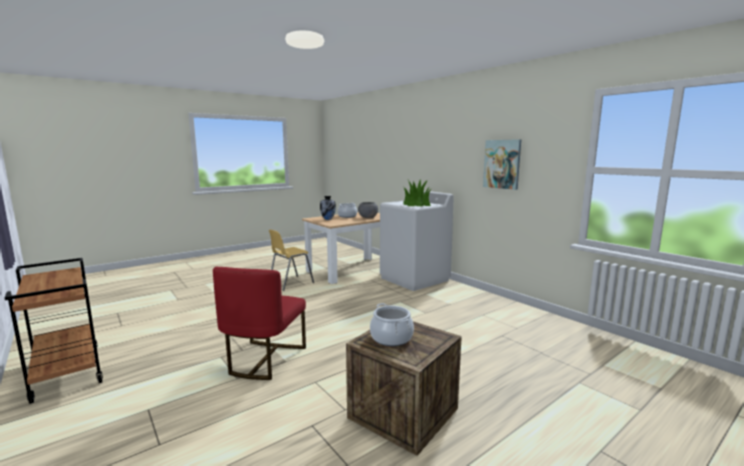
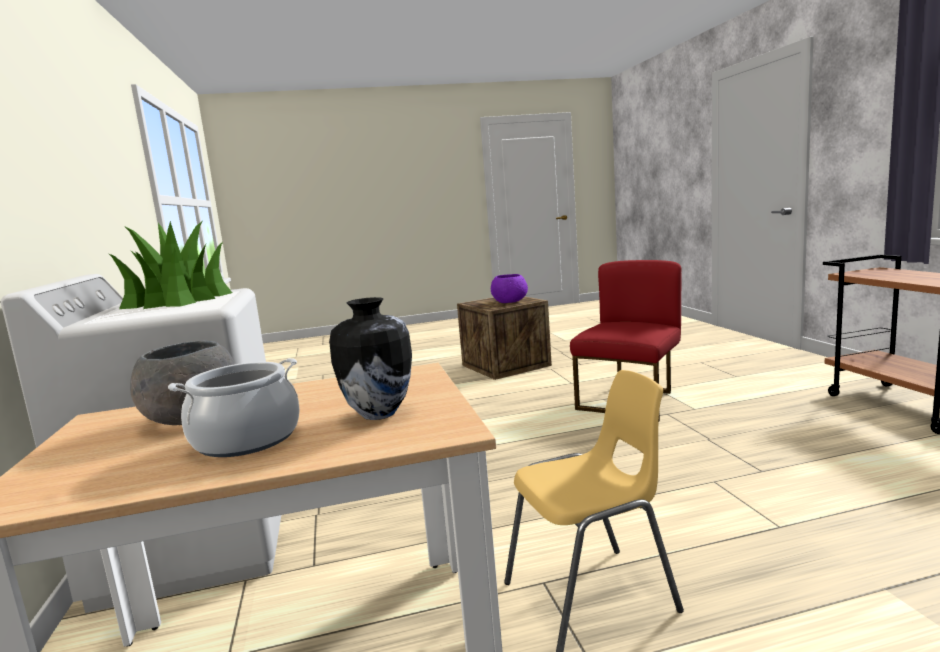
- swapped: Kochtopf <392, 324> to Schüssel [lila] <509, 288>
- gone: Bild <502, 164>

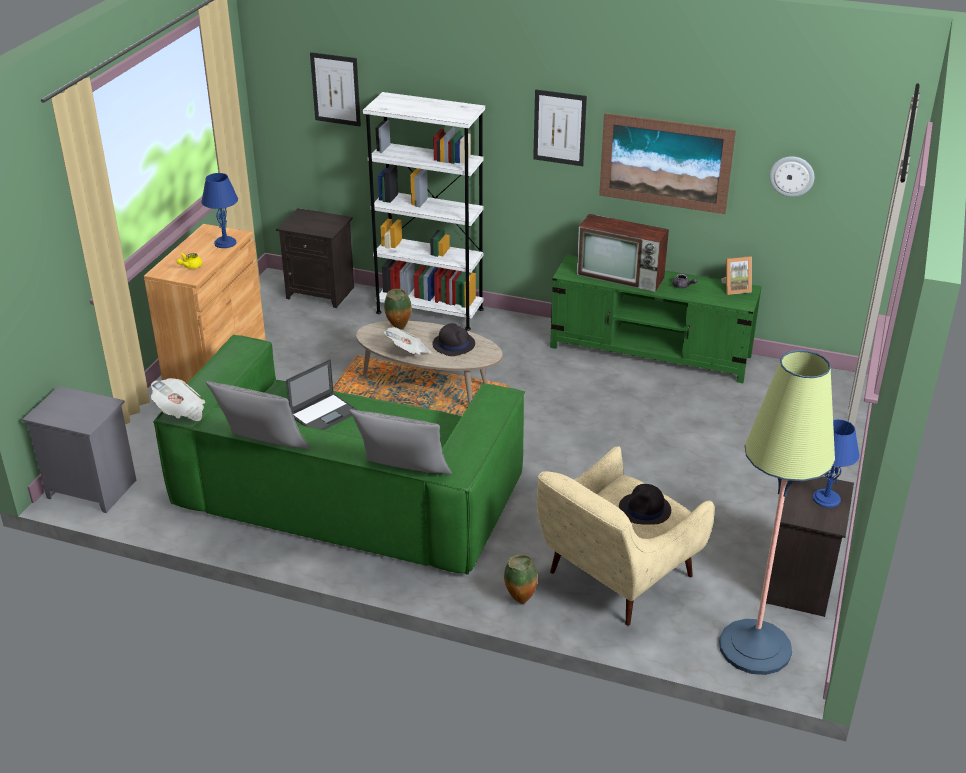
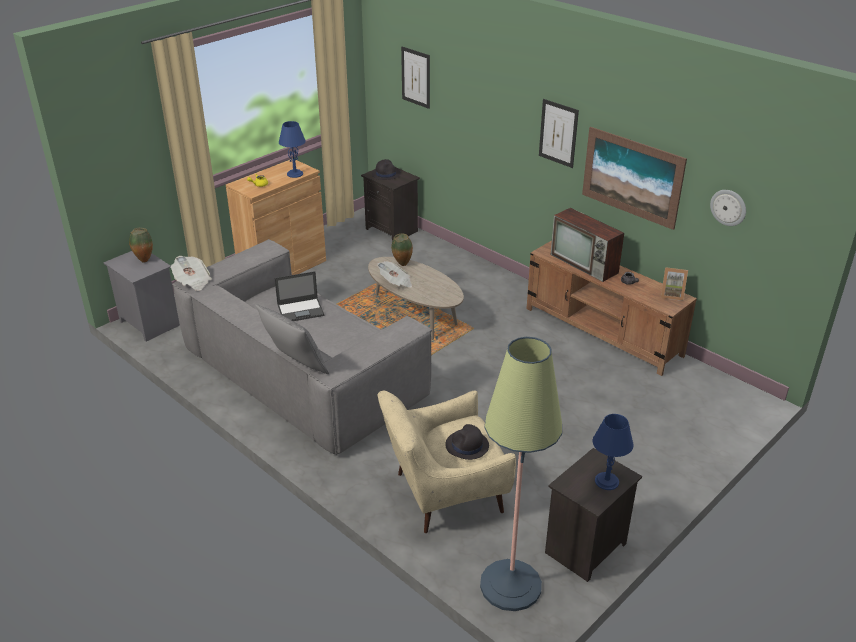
- shifted: Vase <520, 579> to <141, 245>
- repainted: Sofa [grün] <339, 454> to Sofa [grau] <302, 347>
- shifted: Hut [schwarz] <453, 339> to <386, 169>
- repainted: Fernsehschrank [grün] <656, 319> to Fernsehschrank [braun] <611, 308>
- gone: Kissen [grau] <258, 415>
- gone: Bücherregal [weiß] <424, 211>

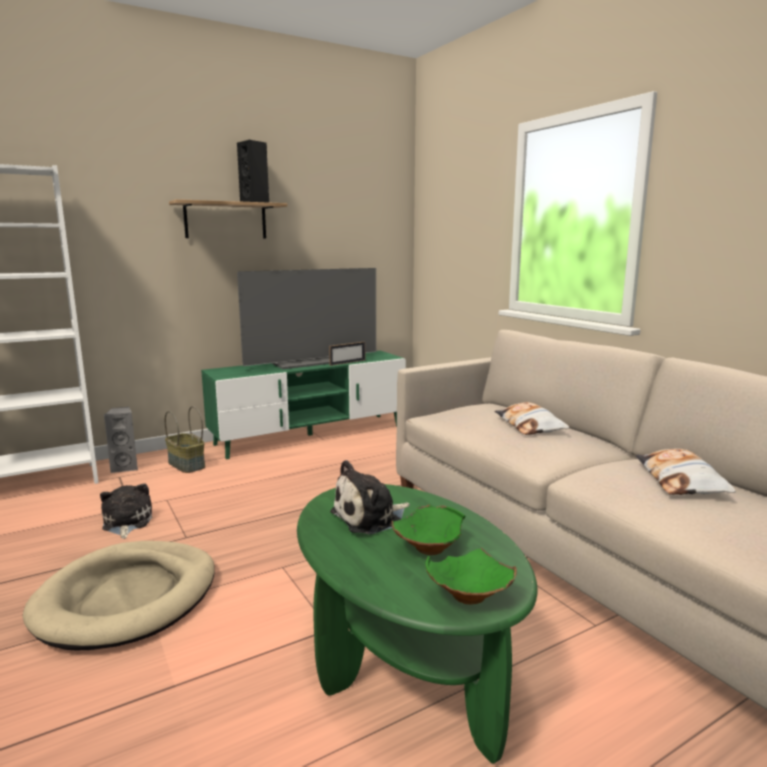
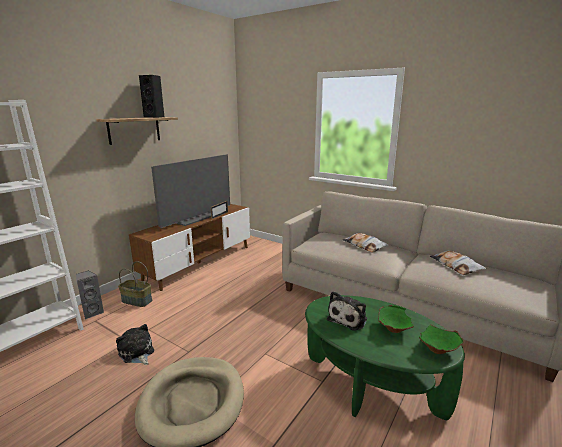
- repainted: Fernsehschrank [grün] <303, 405> to Fernsehschrank [braun] <189, 247>

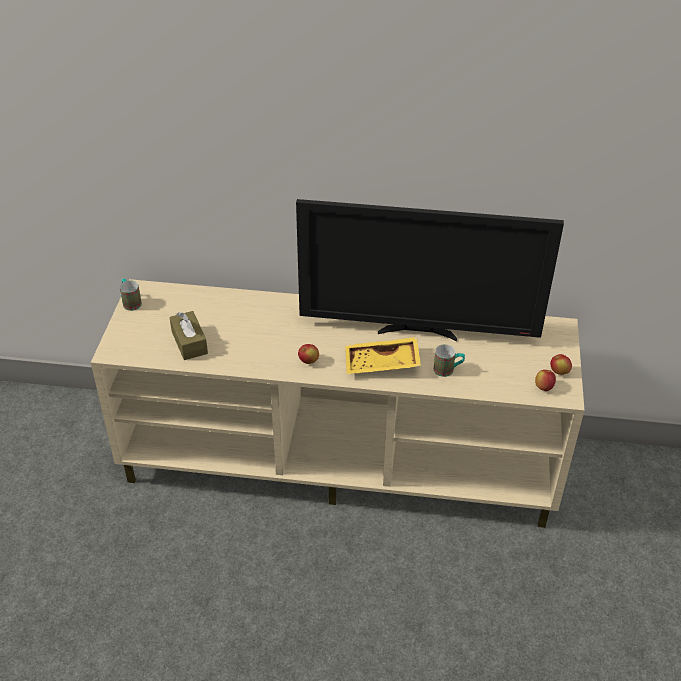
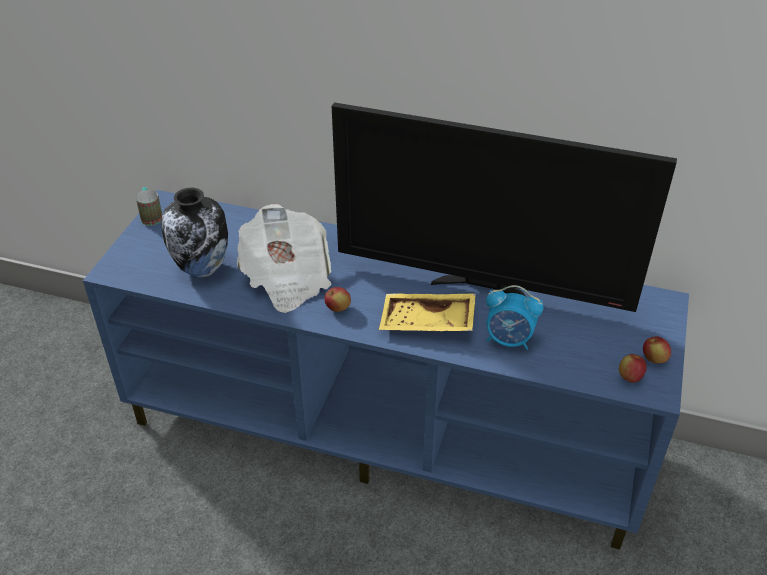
- repainted: Fernsehschrank [beige] <337, 403> to Fernsehschrank [blau] <386, 370>
- swapped: Taschentuchbox [braun] <188, 335> to Vase <194, 233>
- new: Zeitung <284, 258>
- swapped: Henkelbecher <449, 360> to Wecker <514, 317>

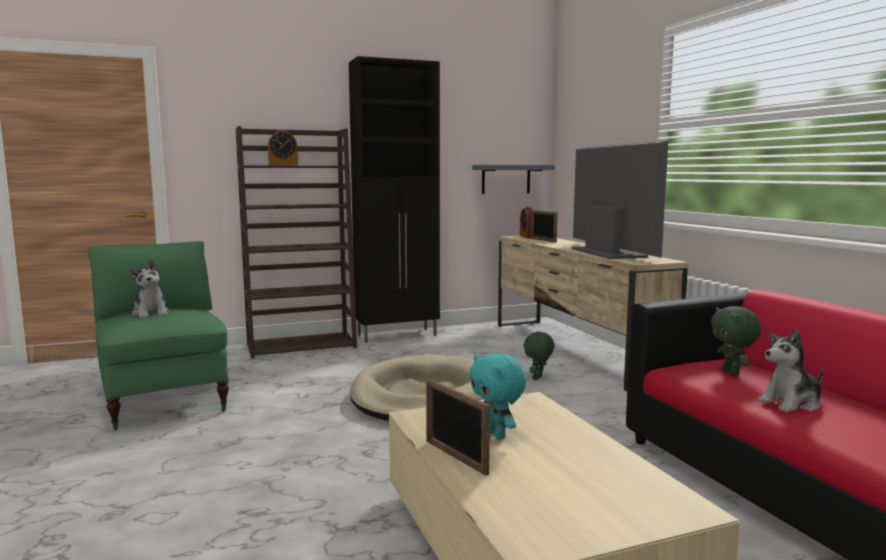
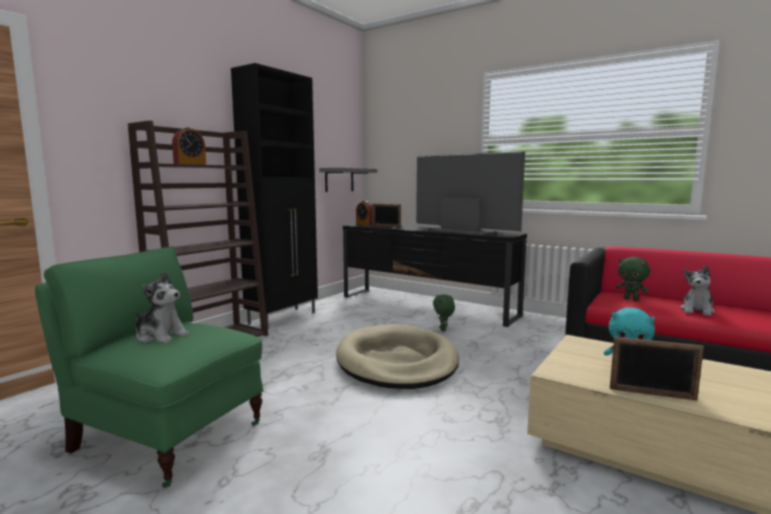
- repainted: Fernsehschrank [beige] <593, 313> to Fernsehschrank [schwarz] <435, 275>

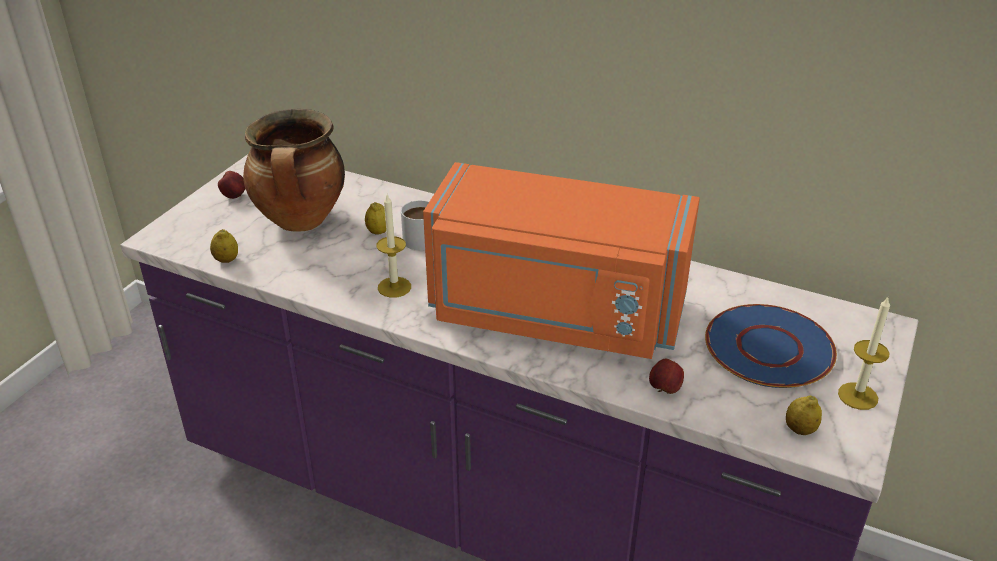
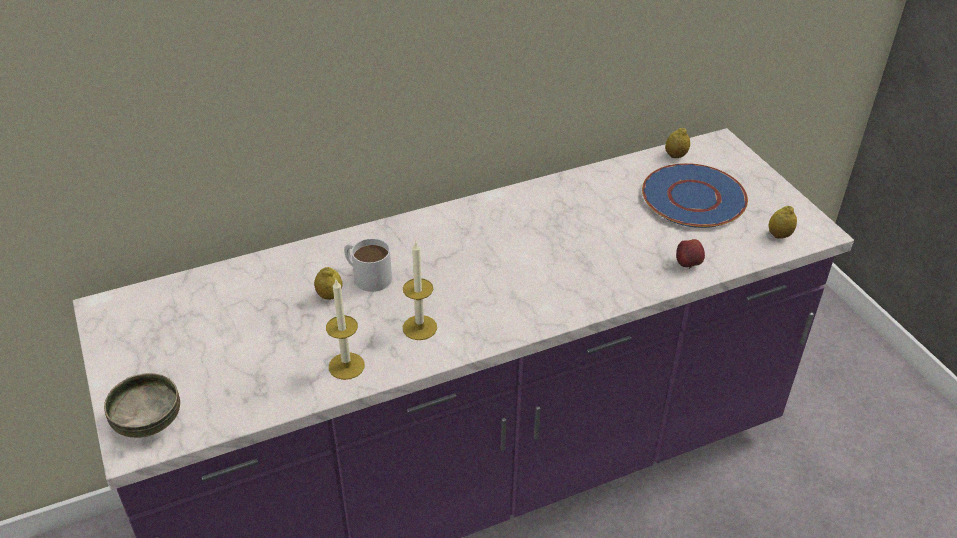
- new: Schüssel <142, 405>
- shifted: Kerze <864, 353> to <345, 330>
- shifted: Zitrone <224, 246> to <677, 143>
- gone: Apfel <231, 185>
- gone: Kochtopf <294, 170>
- gone: Mikrowelle [orange] <561, 260>

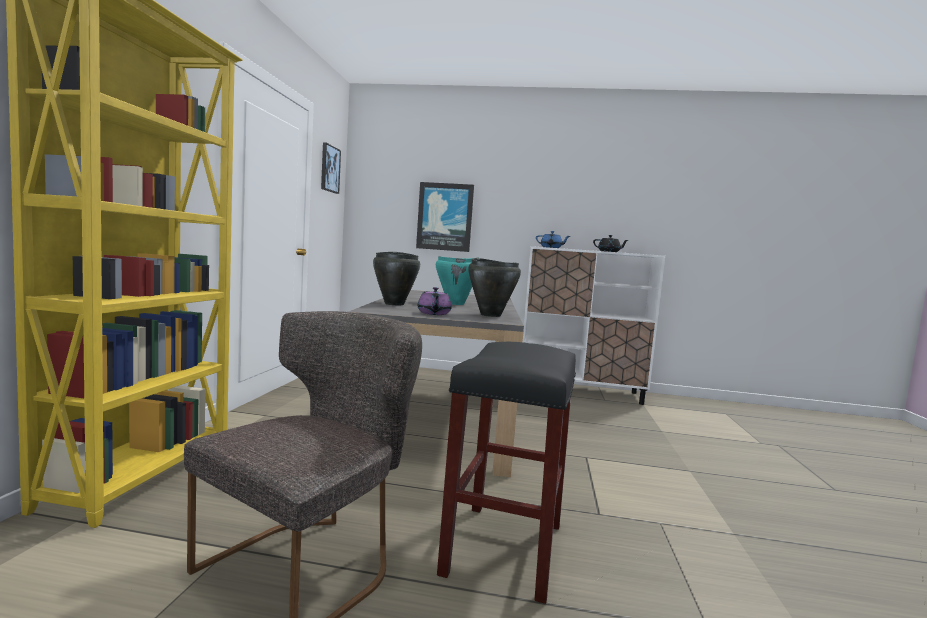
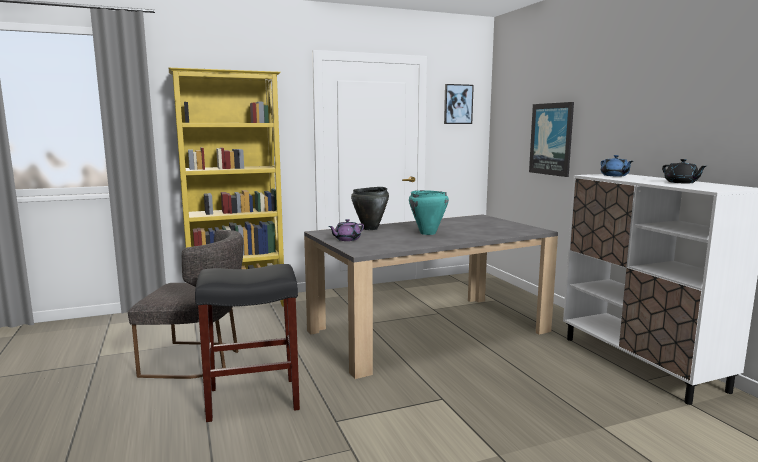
- gone: Kochtopf [schwarz] <494, 287>

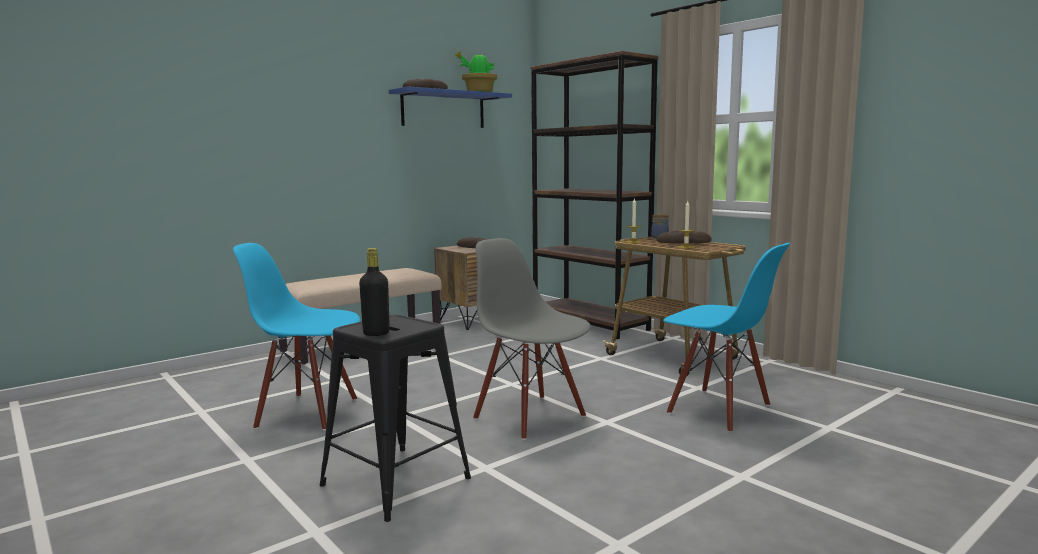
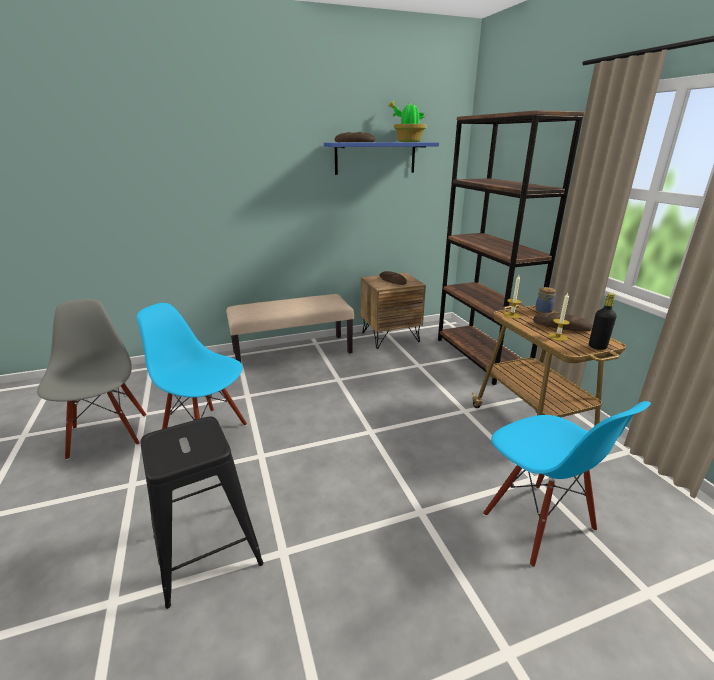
- shifted: Stuhl [grau] <532, 339> to <92, 379>
- shifted: Flasche [schwarz] <374, 292> to <603, 321>

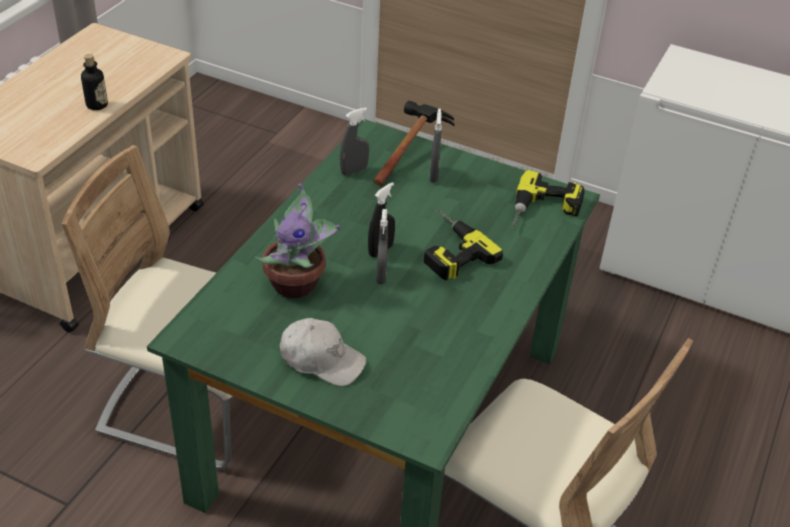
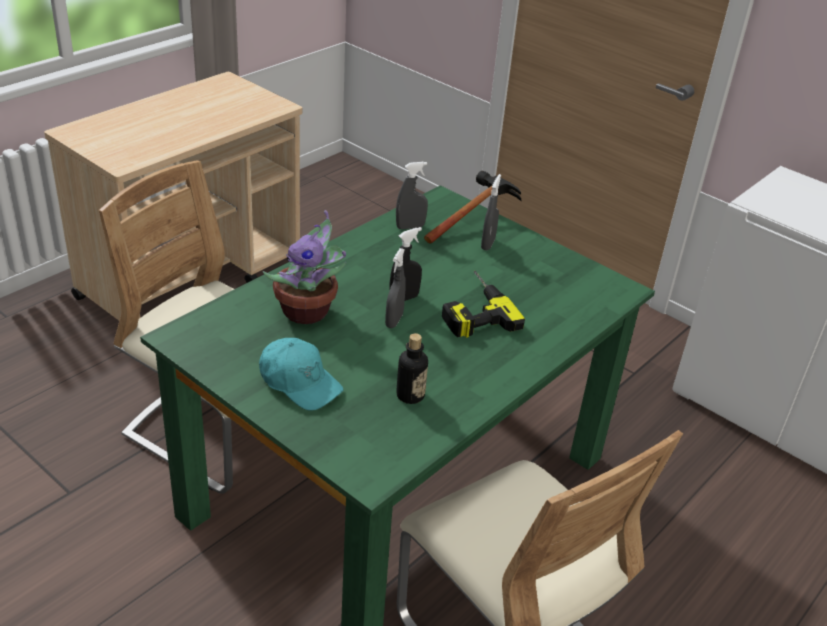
- repainted: Kappe [weiß] <323, 352> to Kappe [türkis] <301, 374>
- shifted: Flasche <94, 82> to <412, 368>
- gone: Bohrmaschine <548, 198>

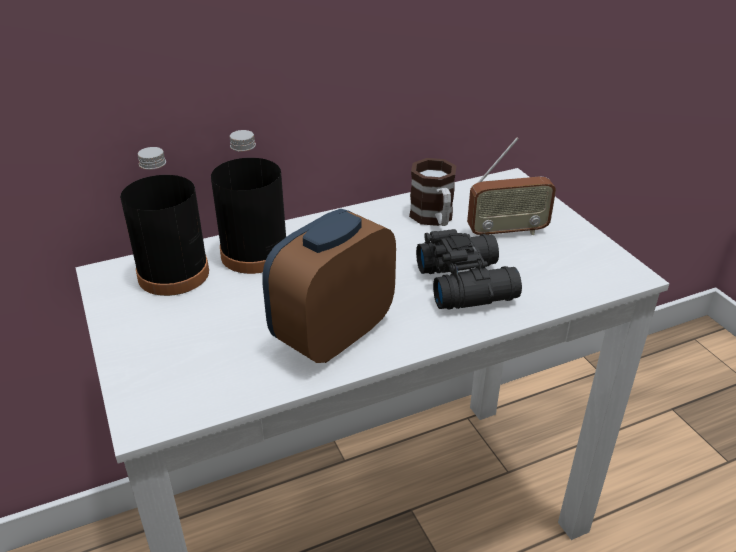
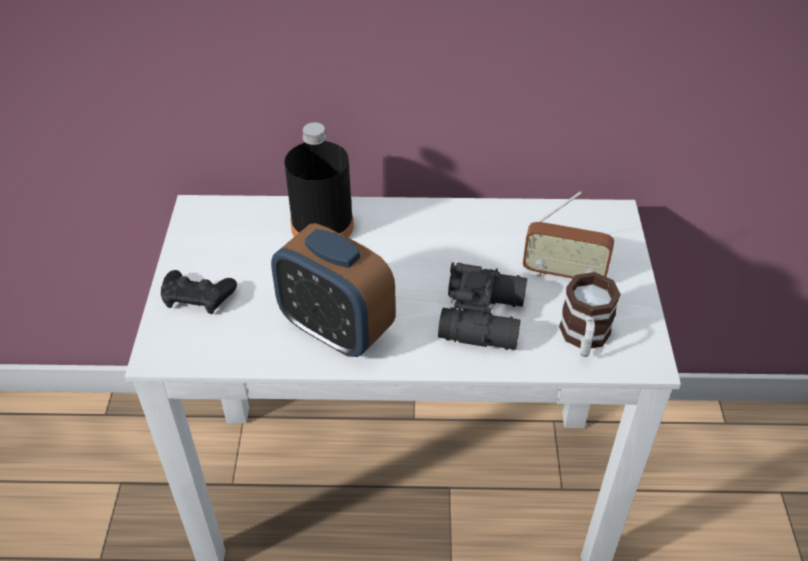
- new: Gamepad [schwarz] <199, 292>
- rotated: Wecker <329, 286> = <333, 290> 120 degrees counterclockwise
- shifted: Henkelbecher <432, 192> to <590, 314>
- gone: Flasche [schwarz] <164, 221>

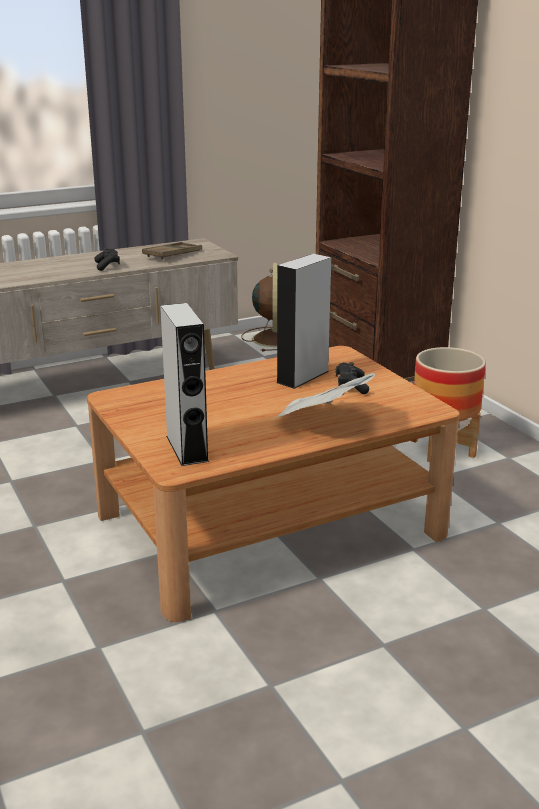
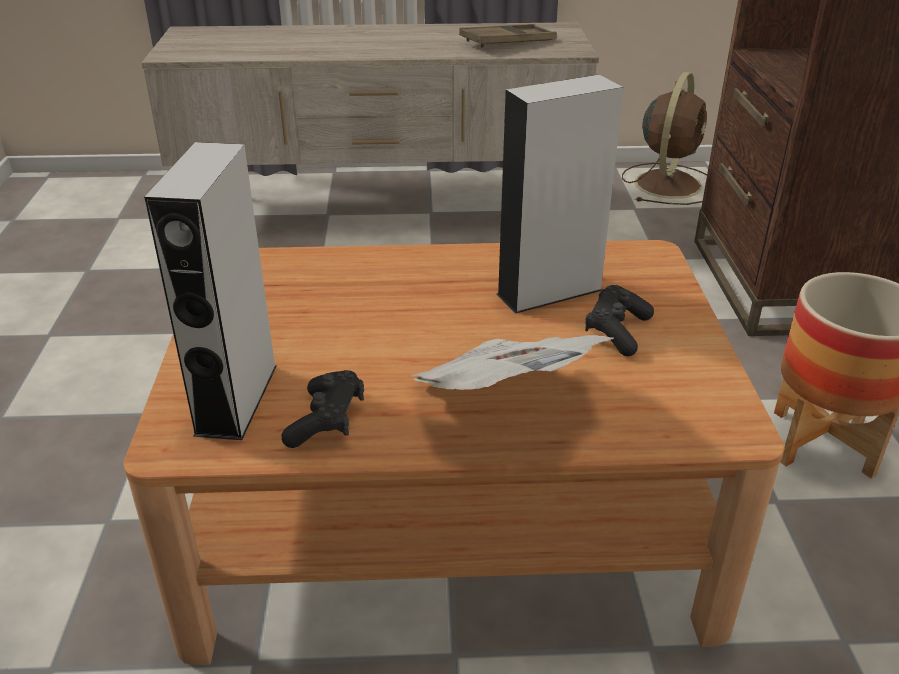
- shifted: Gamepad [schwarz] <107, 259> to <323, 409>

